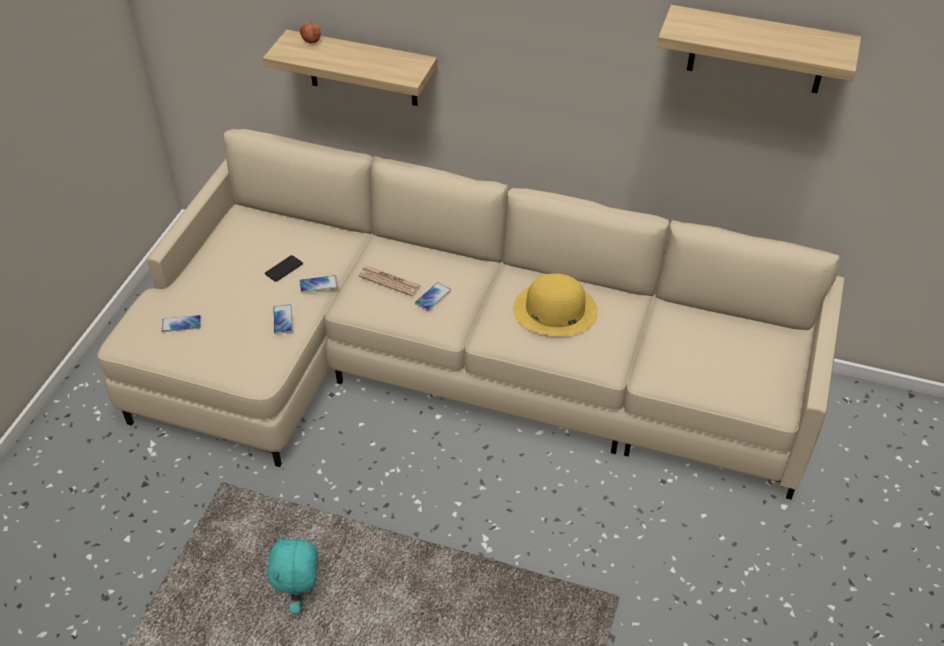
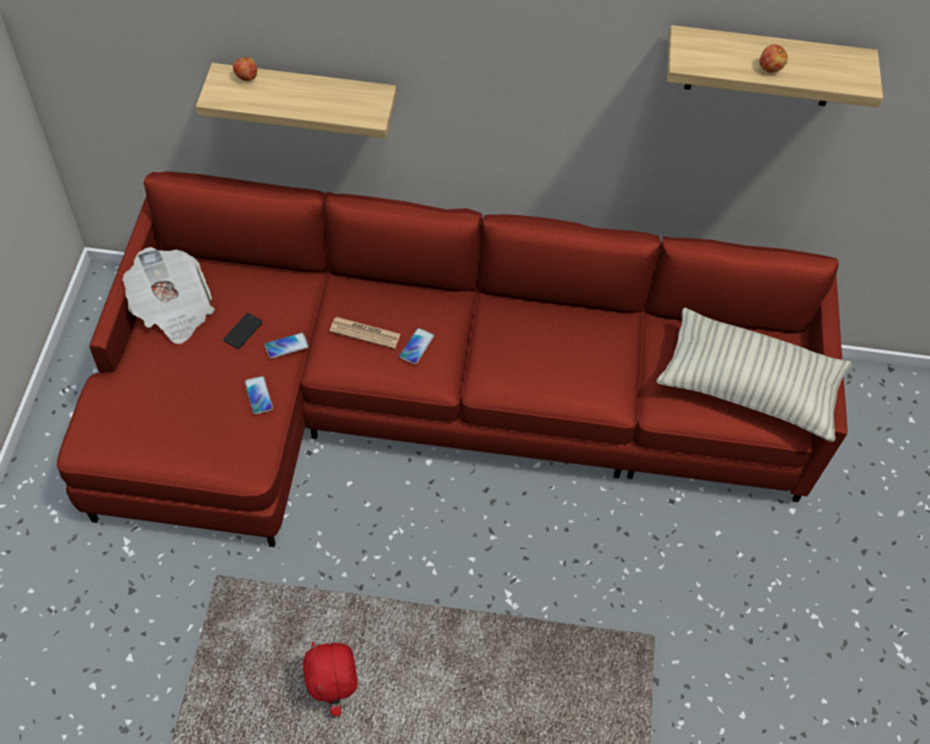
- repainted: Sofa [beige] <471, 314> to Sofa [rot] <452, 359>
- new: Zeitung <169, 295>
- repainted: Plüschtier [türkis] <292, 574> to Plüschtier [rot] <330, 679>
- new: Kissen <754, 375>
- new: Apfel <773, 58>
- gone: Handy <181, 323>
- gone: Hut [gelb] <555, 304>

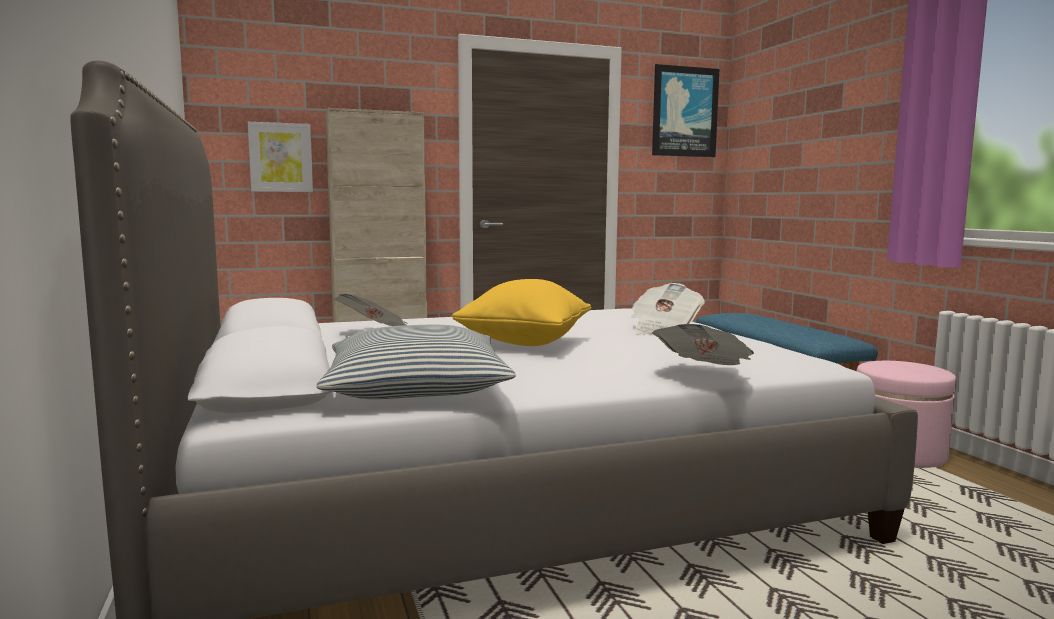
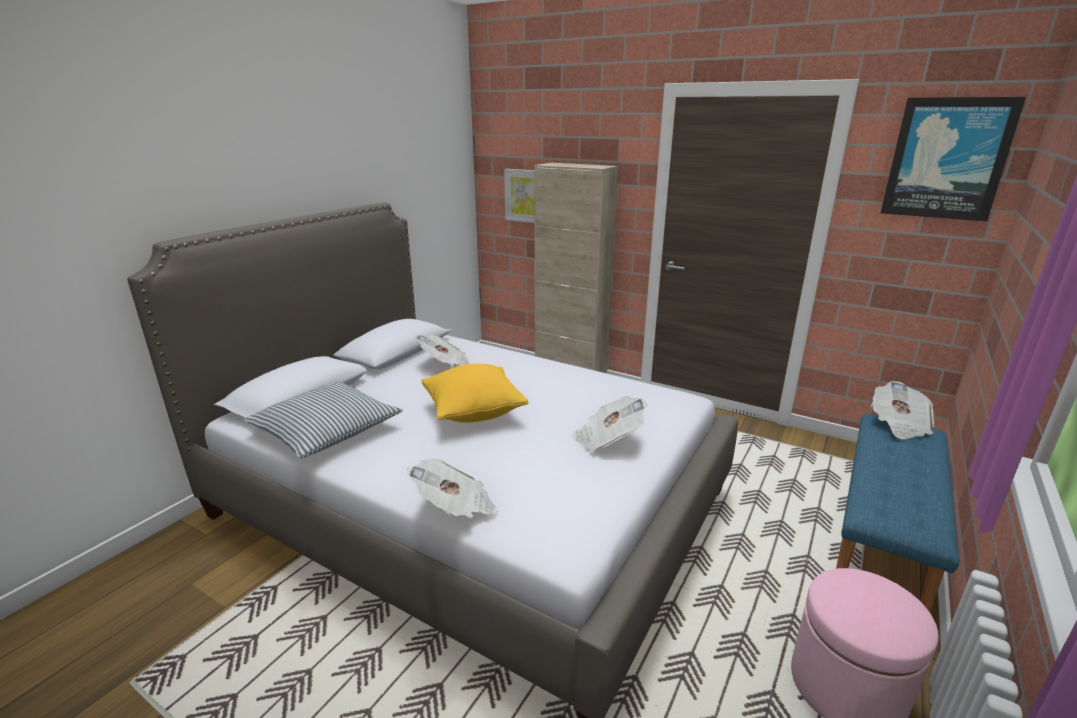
- new: Zeitung <902, 410>

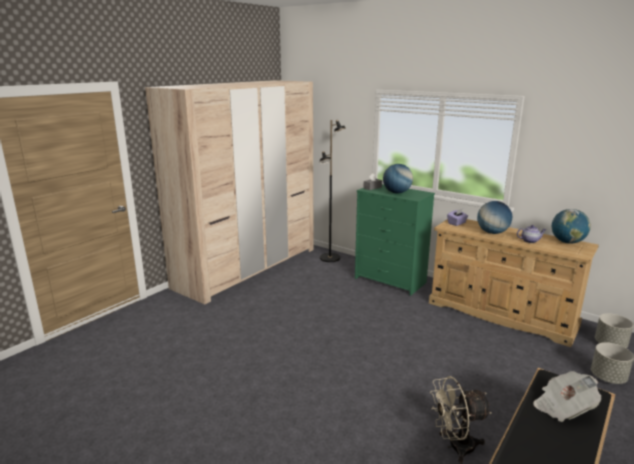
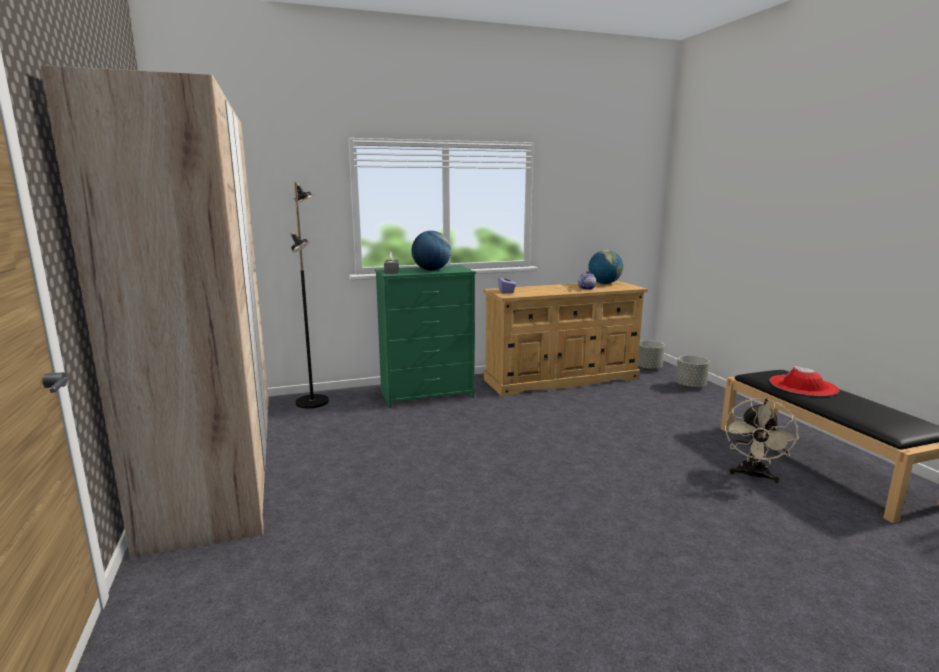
- swapped: Zeitung <567, 396> to Hut [rot] <804, 381>
- gone: Globus <494, 217>

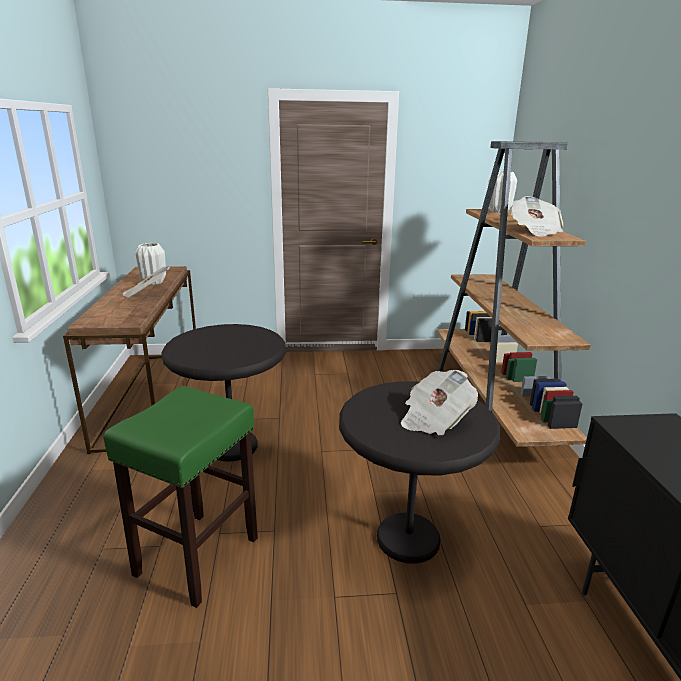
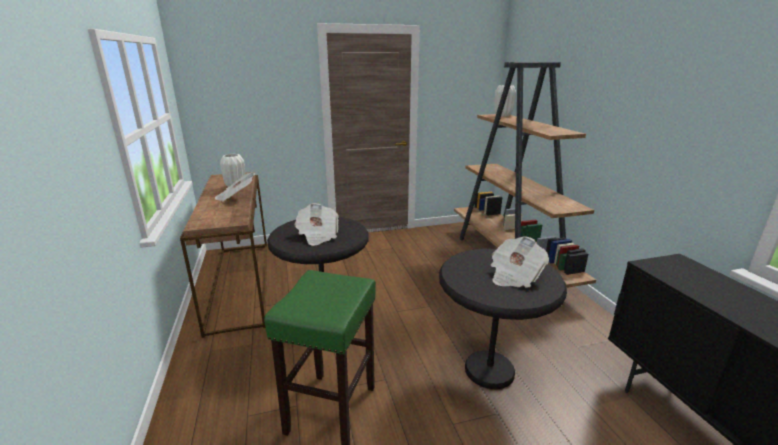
- shifted: Zeitung <537, 216> to <316, 224>

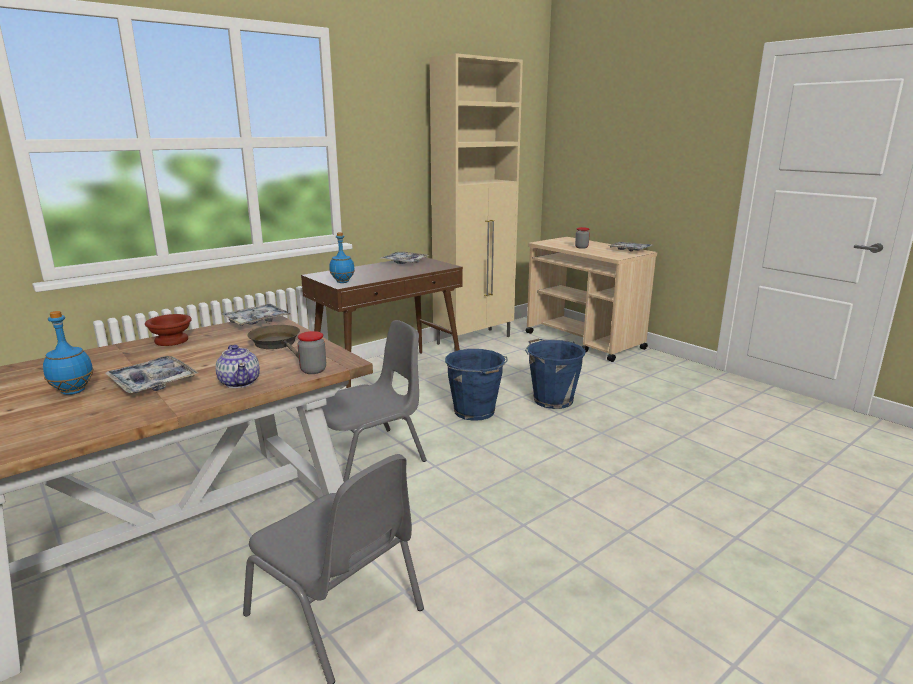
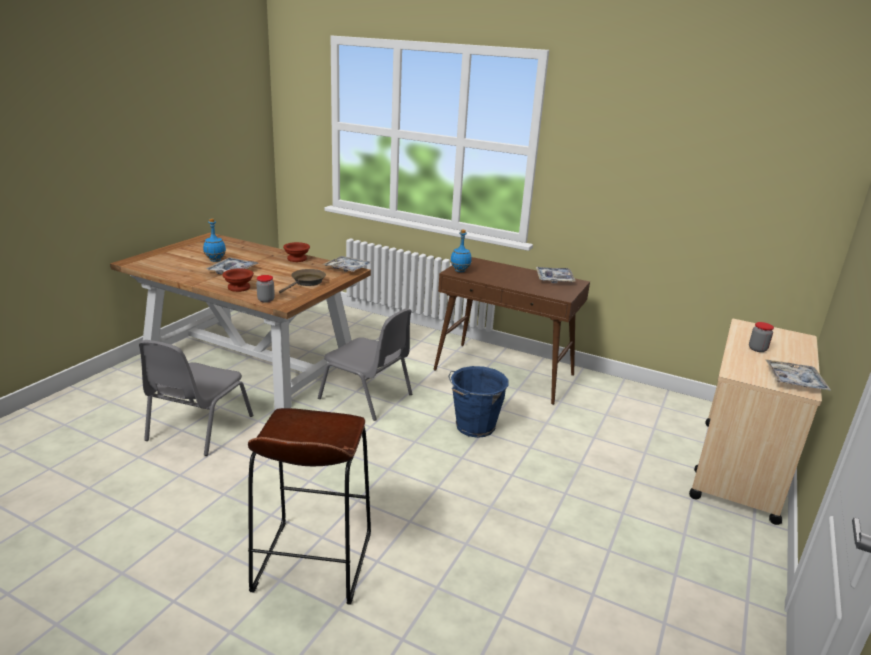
- swapped: Teekanne <237, 366> to Schüssel [braun] <238, 280>
- new: Hocker [braun] <309, 506>
- gone: Schrank [beige] <476, 202>
- gone: Eimer [blau] <555, 374>

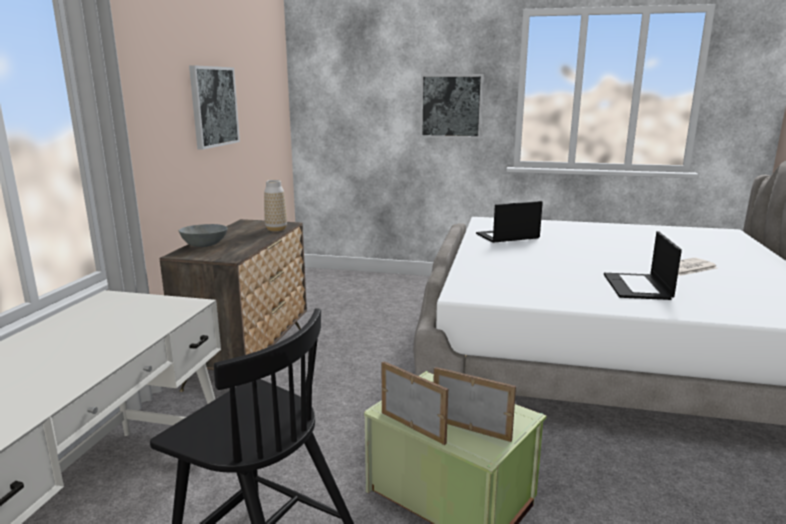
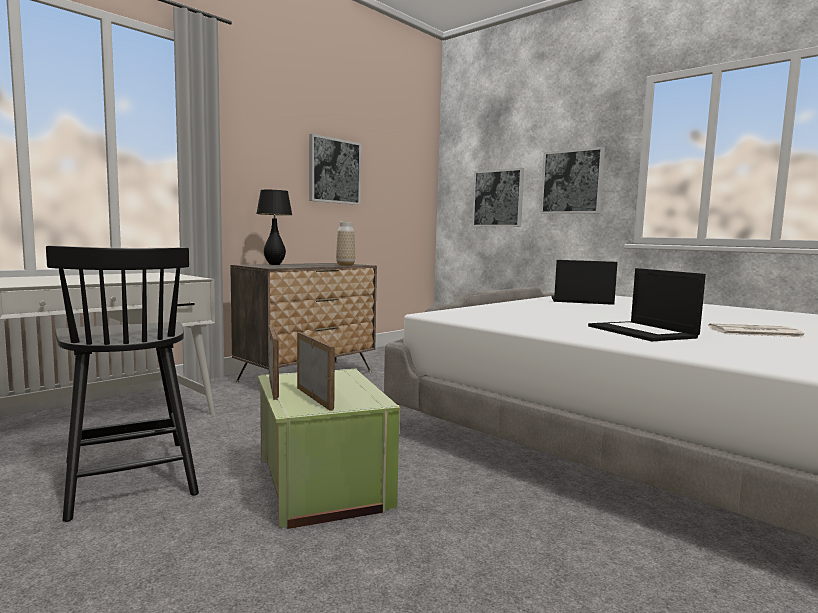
- swapped: Schüssel [grau] <203, 235> to Tischlampe [schwarz] <274, 227>
- new: Bild <498, 197>
- rotated: Laptop <643, 265> = <647, 304> 60 degrees counterclockwise

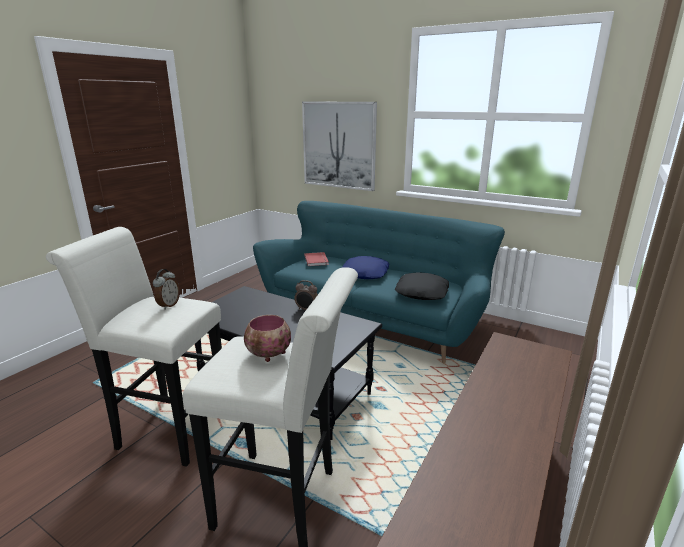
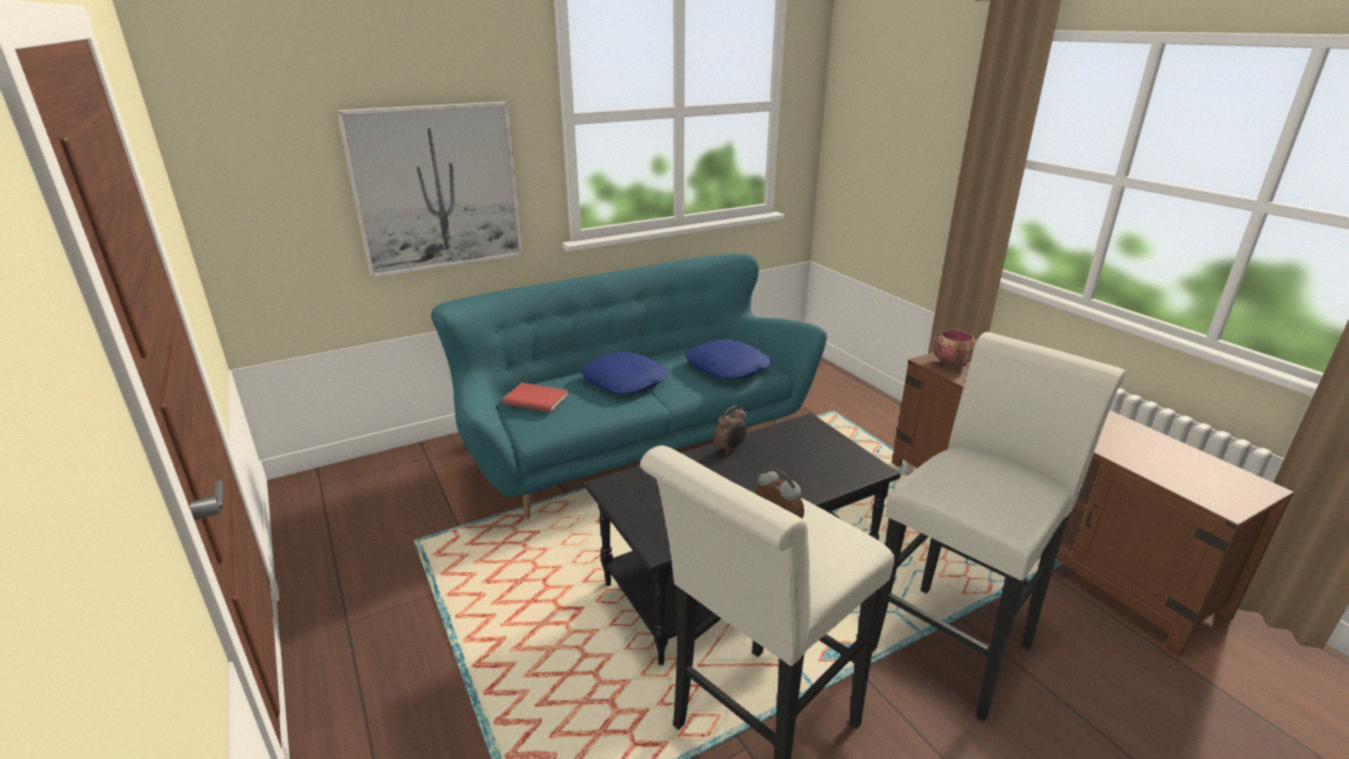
- repainted: Kissen [schwarz] <422, 286> to Kissen [blau] <728, 359>
- shifted: Schüssel <267, 338> to <955, 348>

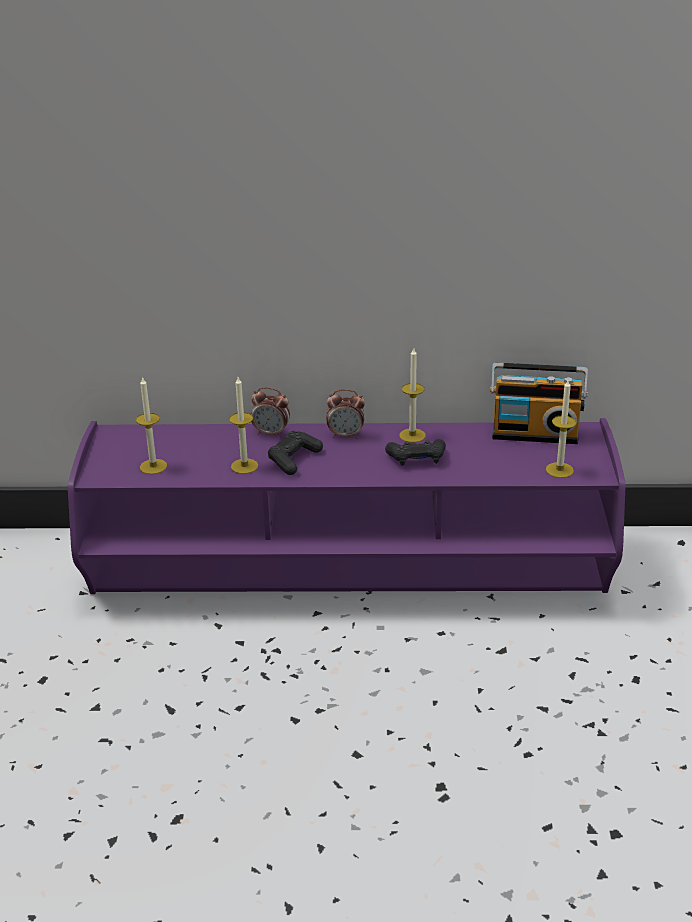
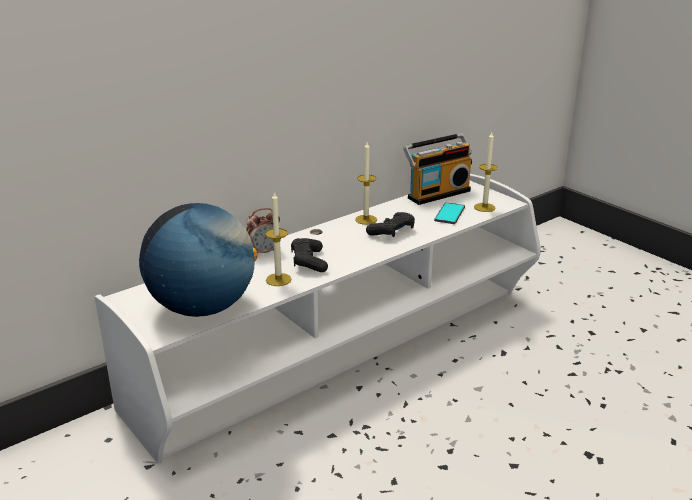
- repainted: Fernsehschrank [lila] <346, 506> to Fernsehschrank [weiß] <318, 318>
- swapped: Kerze <151, 425> to Globus <198, 260>
- new: Handy <449, 213>
- gone: Wecker <345, 413>

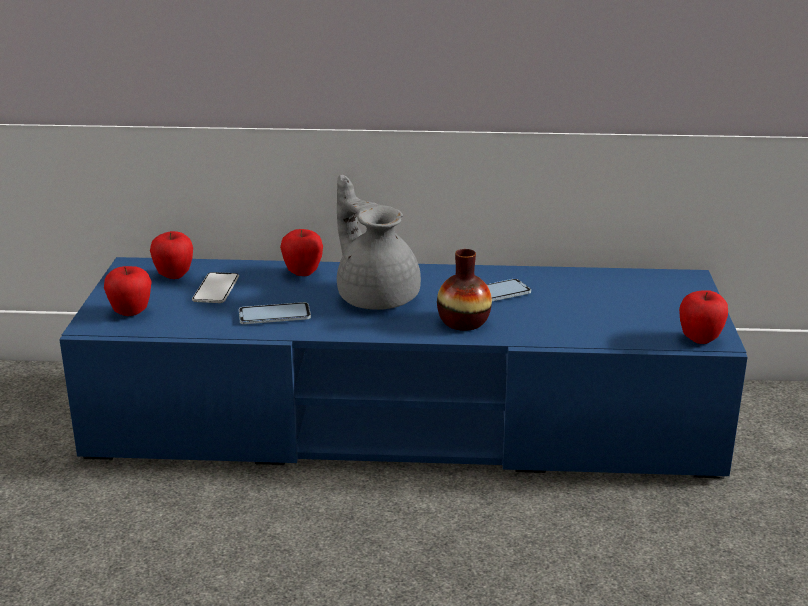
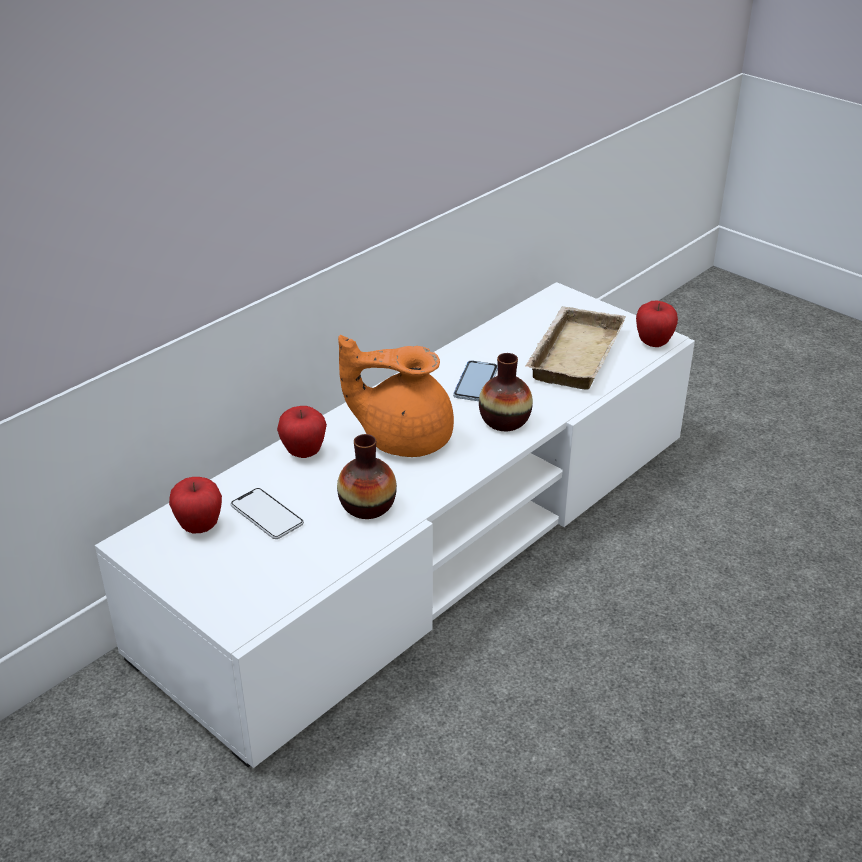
- repainted: Fernsehschrank [blau] <403, 367> to Fernsehschrank [weiß] <395, 525>
- swapped: Handy <275, 313> to Vase <367, 476>
- repainted: Teekanne [grau] <379, 242> to Teekanne [orange] <396, 396>
- new: Tablett [beige] <575, 348>
- gone: Apfel <128, 291>

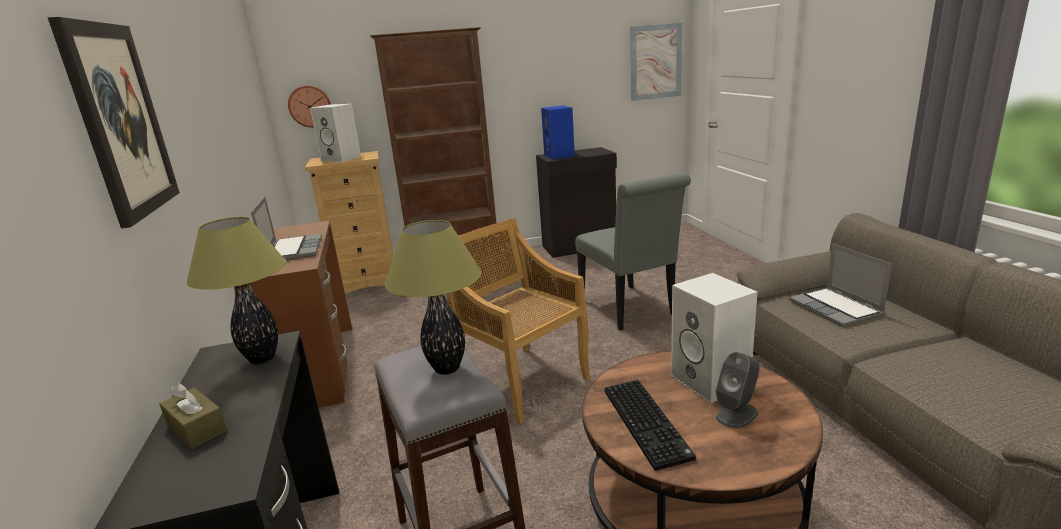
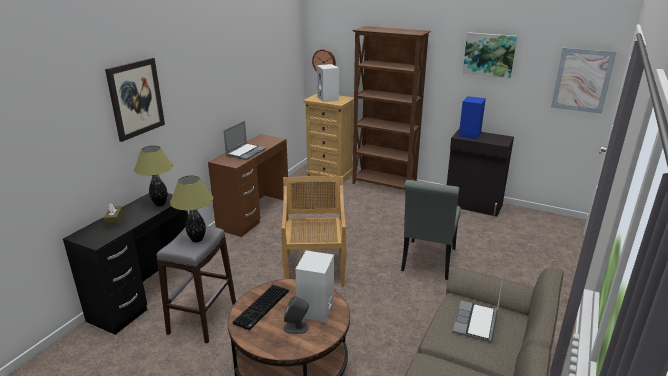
- new: Bild <490, 55>

